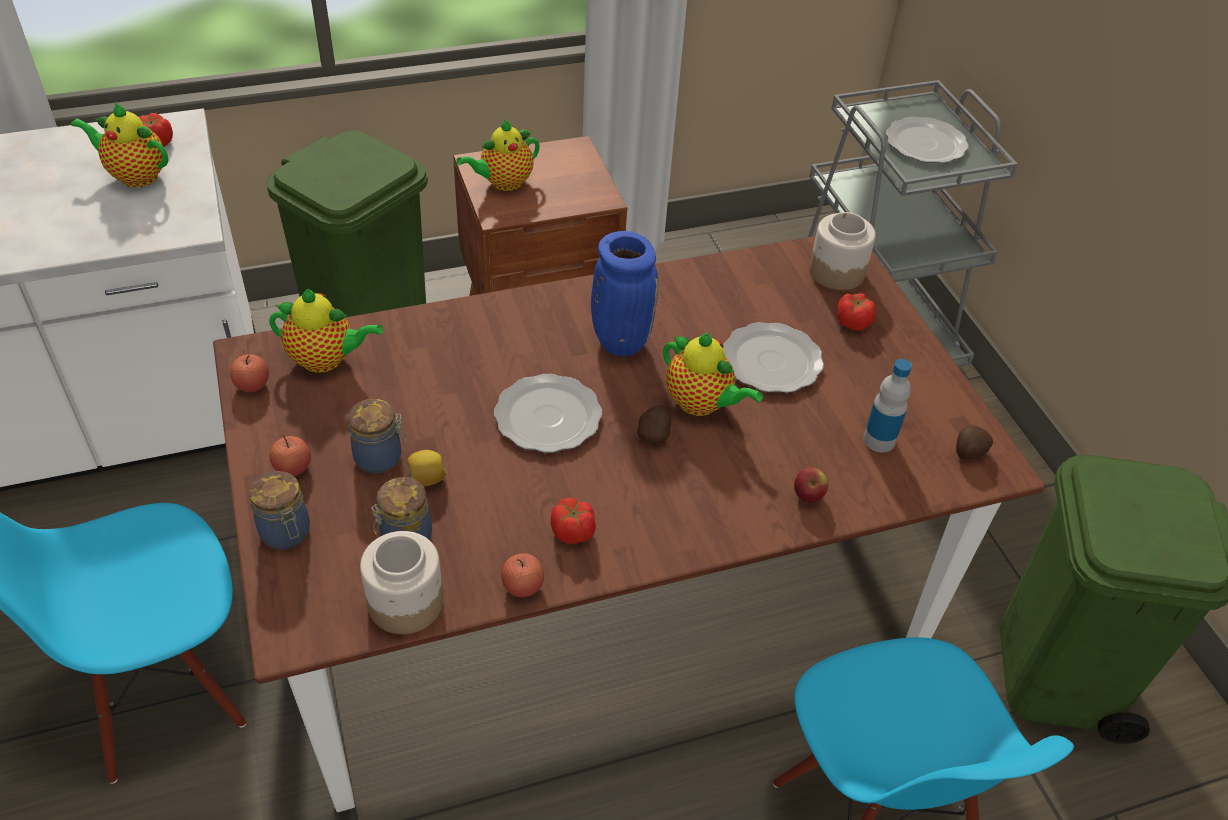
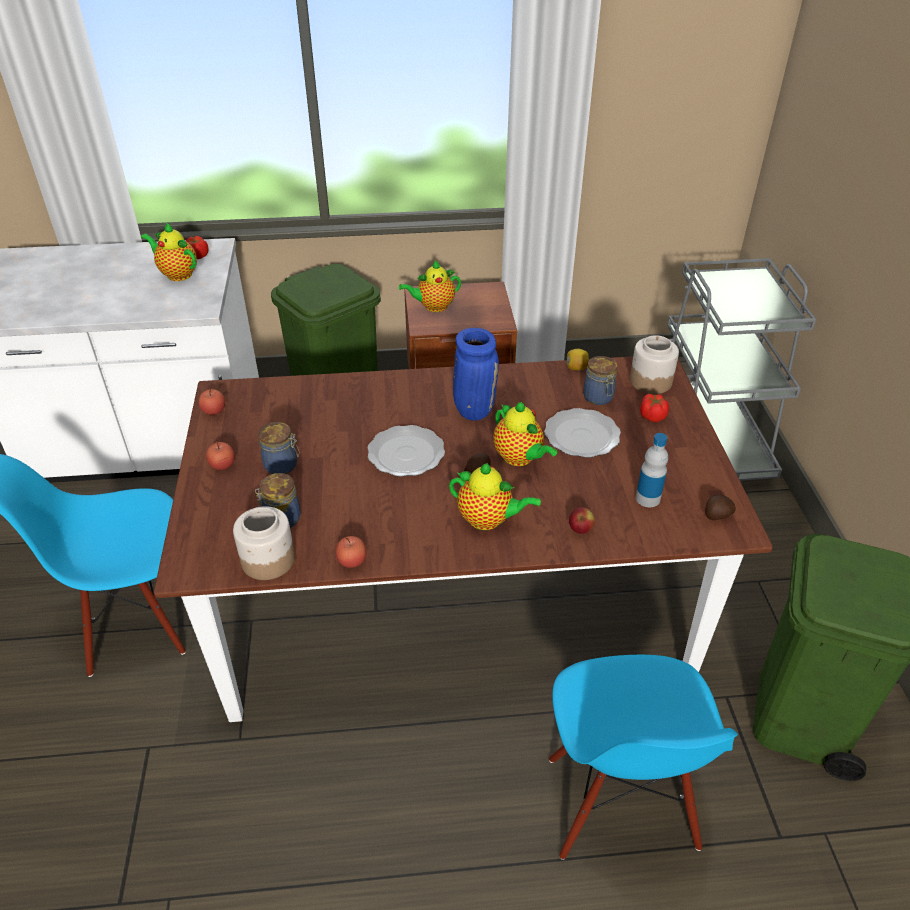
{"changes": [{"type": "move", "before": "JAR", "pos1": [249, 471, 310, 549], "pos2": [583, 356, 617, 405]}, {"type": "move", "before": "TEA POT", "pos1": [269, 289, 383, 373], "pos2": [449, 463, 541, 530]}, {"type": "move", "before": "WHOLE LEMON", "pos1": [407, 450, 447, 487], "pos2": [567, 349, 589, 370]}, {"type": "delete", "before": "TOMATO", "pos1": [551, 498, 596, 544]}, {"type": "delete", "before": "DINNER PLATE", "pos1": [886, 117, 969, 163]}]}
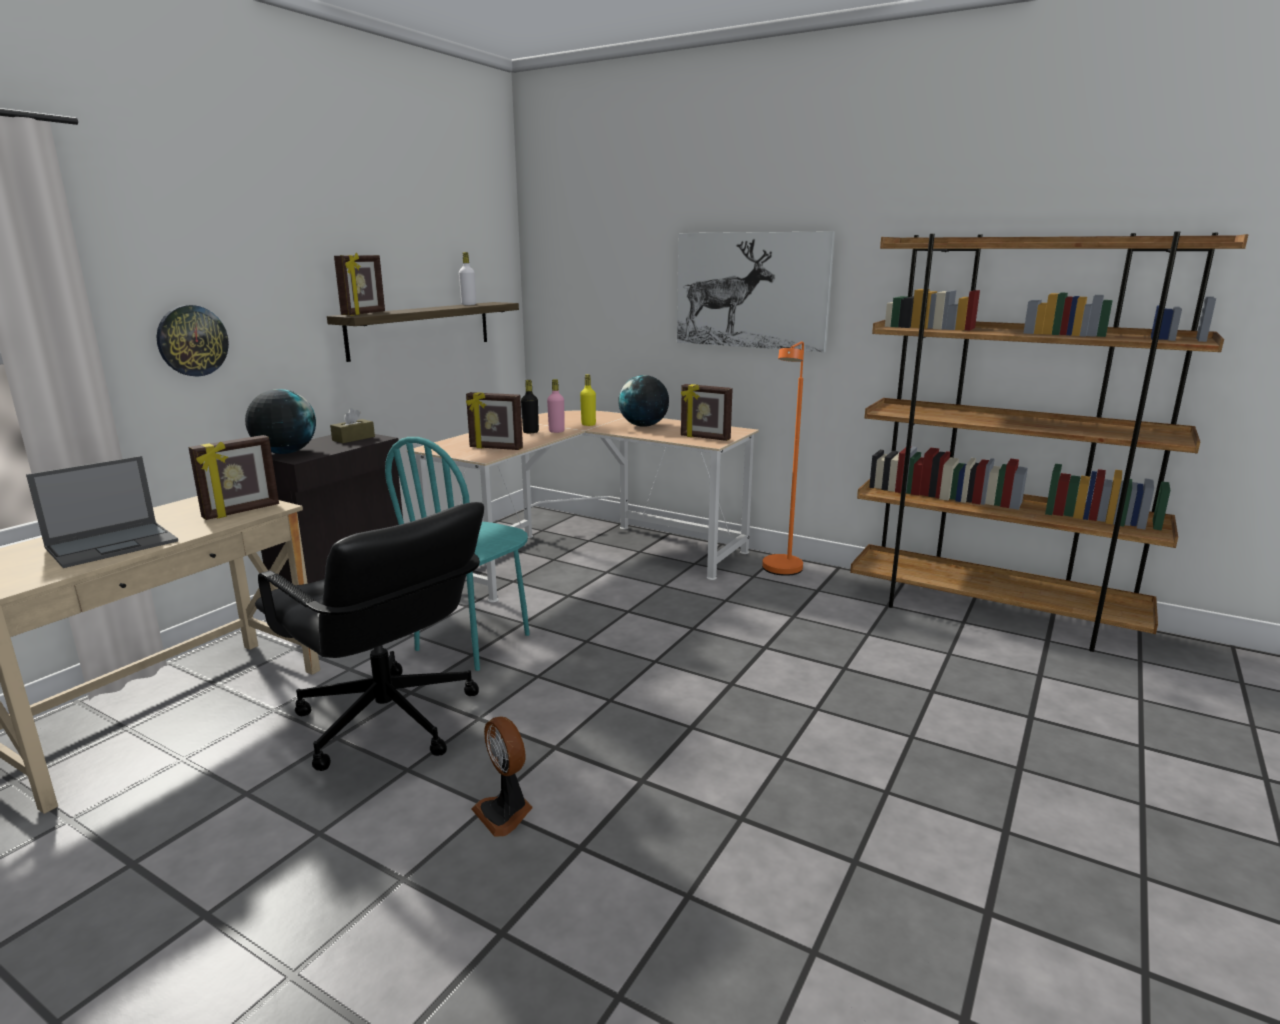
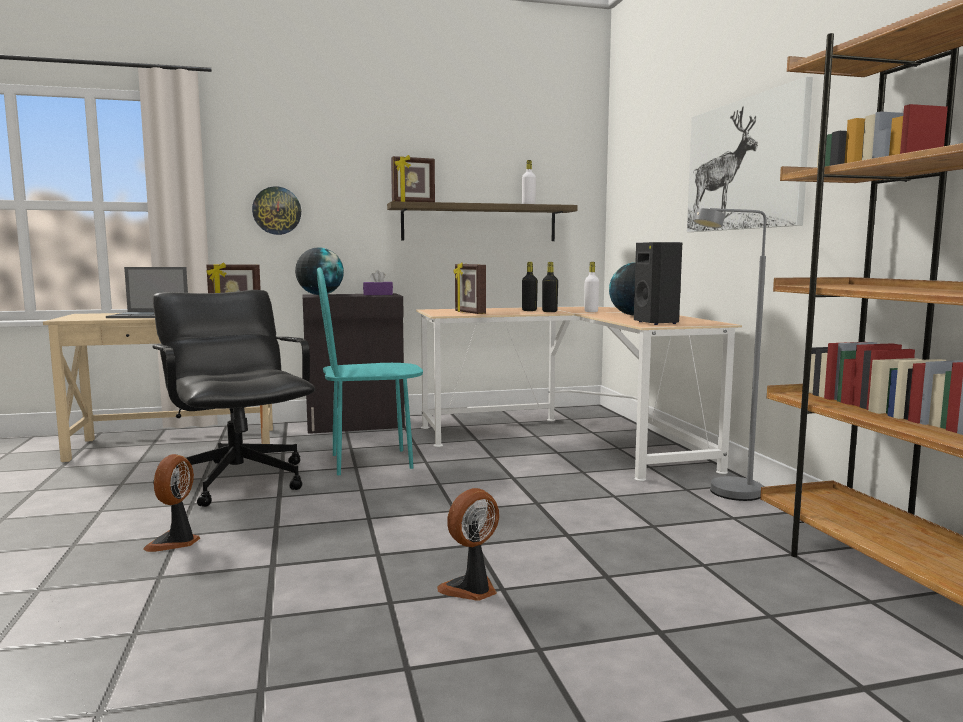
{"changes": [{"type": "rotate", "before": "BLACK OFFICE CHAIR", "pos1": [255, 502, 484, 771], "pos2": [152, 290, 315, 507], "turn": 150}, {"type": "recolor", "before": "BROWNISH TISSUE BOX", "after": "PURPLISH TISSUE BOX", "pos1": [330, 408, 375, 443], "pos2": [363, 270, 393, 295]}, {"type": "recolor", "before": "PINKISH BOTTLE", "after": "BLACK BOTTLE", "pos1": [547, 379, 565, 433], "pos2": [542, 262, 558, 312]}, {"type": "recolor", "before": "YELLOWISH BOTTLE", "after": "WHITE-COLOURED BOTTLE", "pos1": [580, 374, 596, 426], "pos2": [584, 262, 599, 312]}, {"type": "replace", "before": "PHOTO FRAME", "after": "BLACK LOUDSPEAKER", "pos1": [681, 384, 733, 441], "pos2": [634, 242, 682, 325]}, {"type": "recolor", "before": "ORANGE STANDING LAMP", "after": "GREYISH STANDING LAMP", "pos1": [762, 341, 804, 576], "pos2": [693, 208, 766, 501]}, {"type": "insert", "after": "COOLING FAN", "pos2": [437, 488, 499, 601]}]}
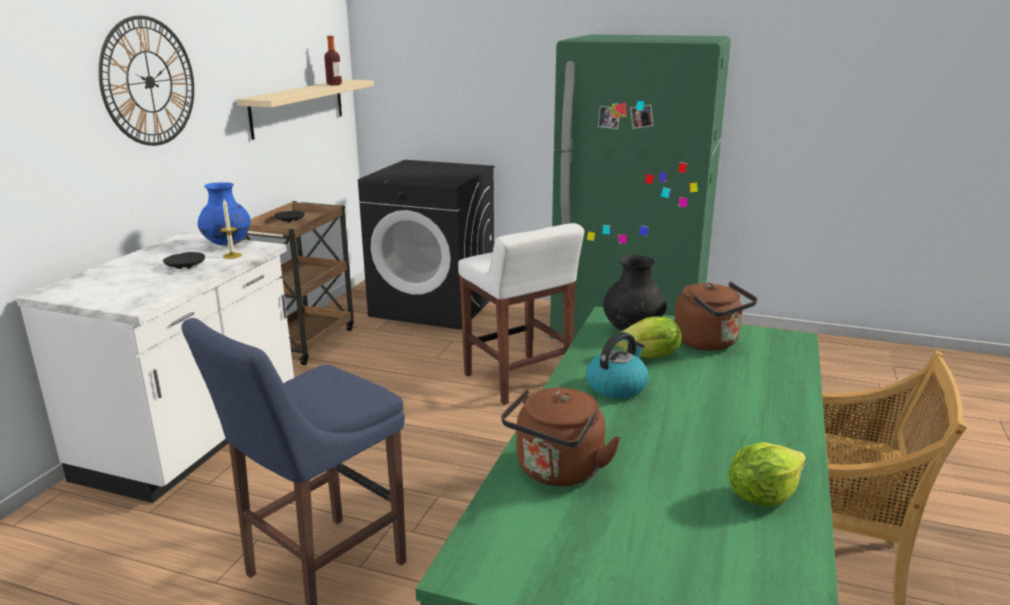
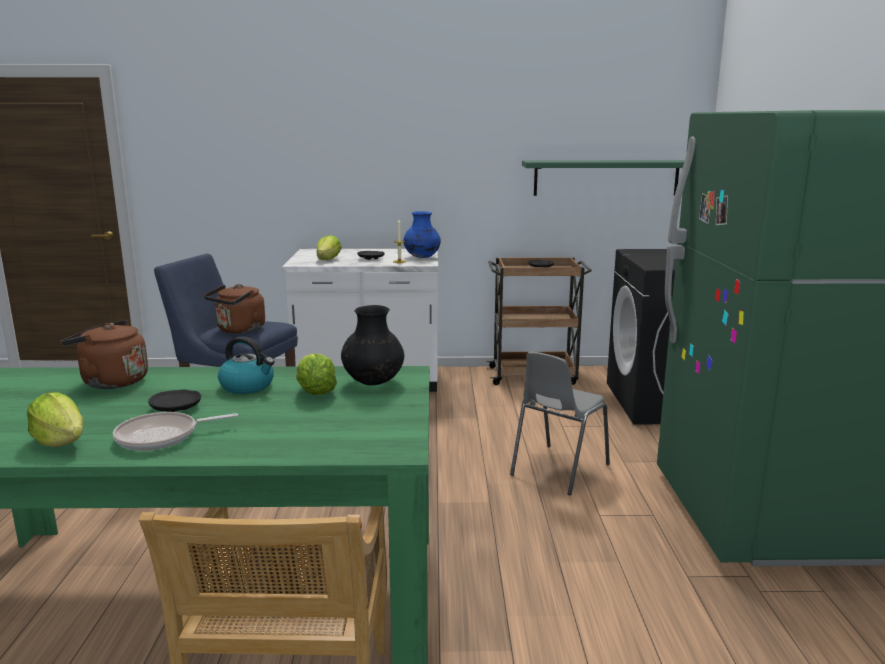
{"changes": [{"type": "delete", "before": "WALL CLOCK", "pos1": [98, 15, 194, 146]}, {"type": "recolor", "before": "SAND-COLOURED SHELF", "after": "GREEN SHELF", "pos1": [236, 79, 374, 140], "pos2": [522, 160, 685, 196]}, {"type": "delete", "before": "BOTTLE", "pos1": [324, 36, 342, 85]}, {"type": "replace", "before": "WHITE-COLOURED STOOL SEAT", "after": "GREYISH PLAIN CHAIR", "pos1": [458, 223, 584, 405], "pos2": [510, 352, 610, 495]}, {"type": "move", "before": "BROWNISH TEA KETTLE", "pos1": [674, 282, 757, 351], "pos2": [204, 284, 265, 334]}, {"type": "insert", "after": "PAN", "pos2": [113, 412, 238, 451]}, {"type": "insert", "after": "BLACK DINNER PLATE", "pos2": [148, 390, 201, 412]}, {"type": "insert", "after": "LETTUCE", "pos2": [317, 235, 341, 260]}]}
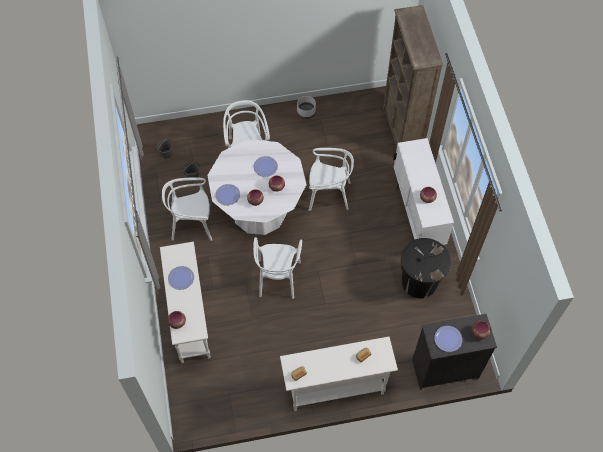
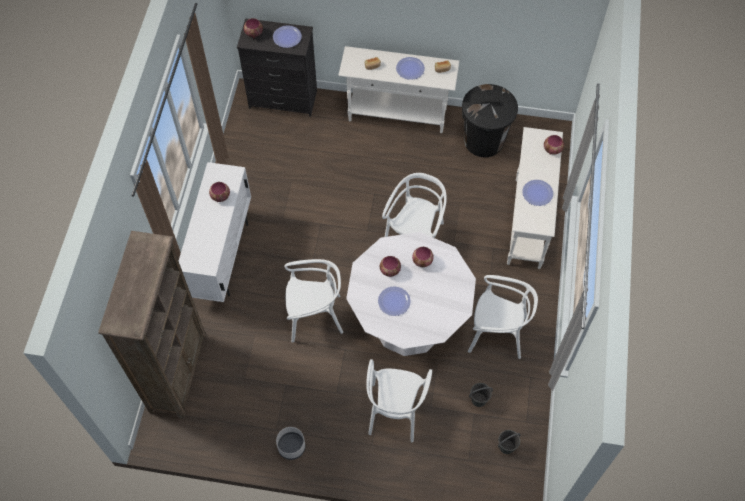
{"changes": [{"type": "move", "before": "DINNER PLATE", "pos1": [215, 184, 240, 205], "pos2": [396, 57, 425, 80]}, {"type": "rotate", "before": "WHITE-COLOURED PLAIN CHAIR", "pos1": [309, 148, 354, 211], "pos2": [284, 259, 343, 343], "turn": 150}, {"type": "move", "before": "BLACK RUBBISH BIN", "pos1": [401, 238, 451, 299], "pos2": [462, 84, 518, 157]}]}
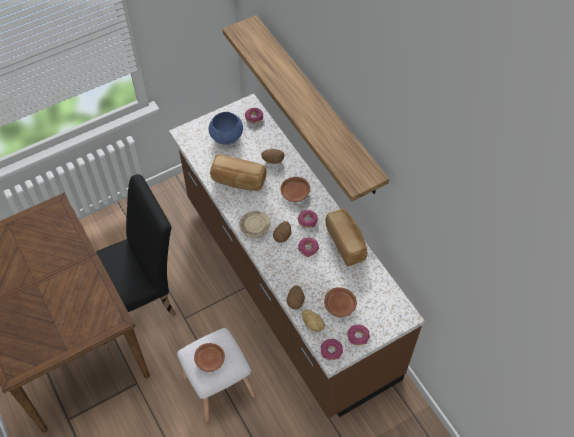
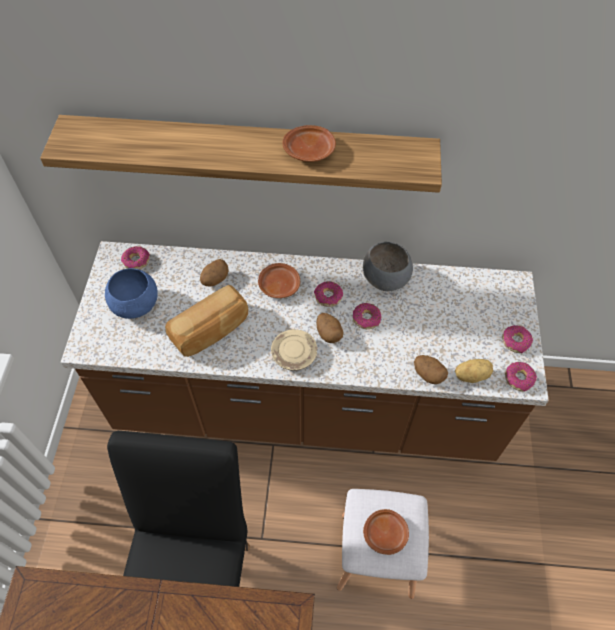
{"changes": [{"type": "move", "before": "BROWNISH DINNER PLATE", "pos1": [324, 287, 357, 317], "pos2": [283, 125, 336, 162]}, {"type": "replace", "before": "BAKERY BREAD", "after": "GREYISH DEEP DISH", "pos1": [325, 209, 367, 266], "pos2": [363, 242, 413, 291]}]}
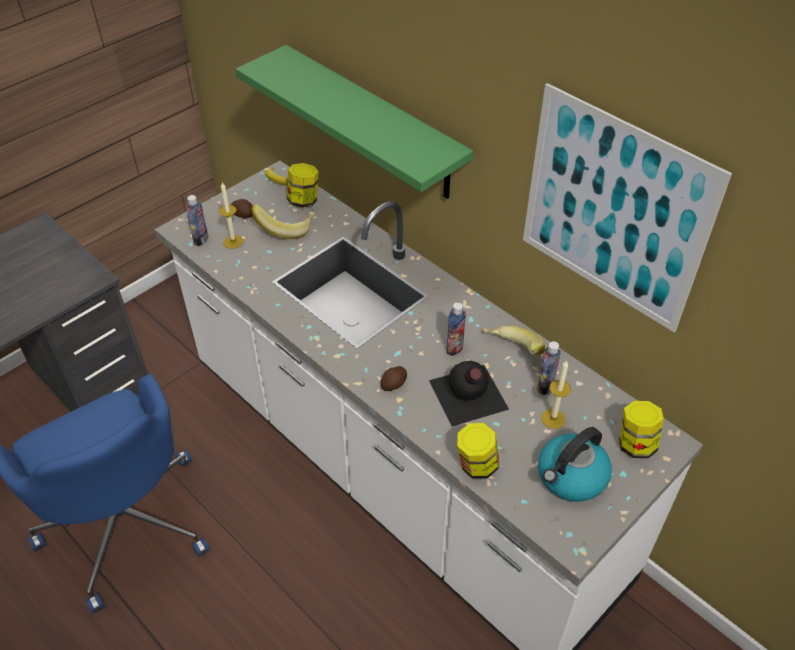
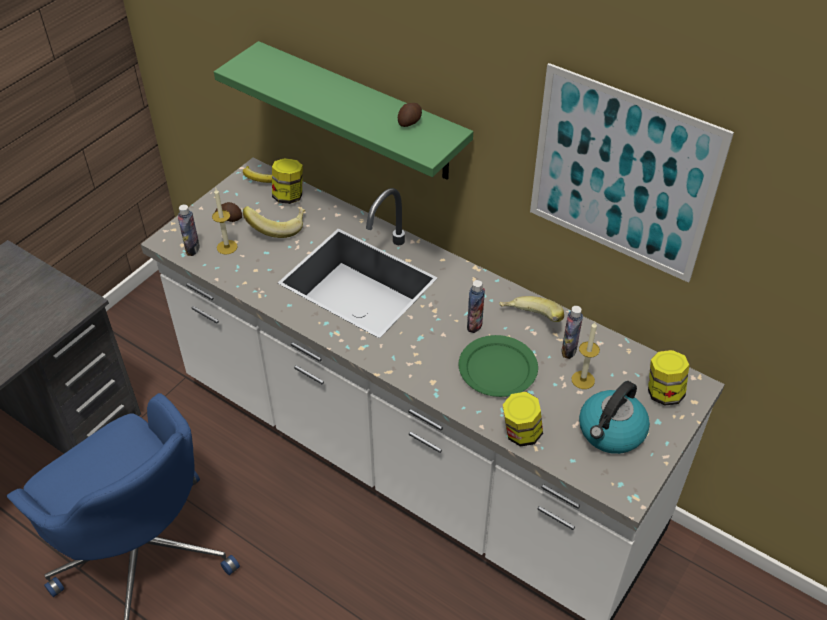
{"changes": [{"type": "move", "before": "POTATO", "pos1": [381, 366, 407, 391], "pos2": [398, 103, 422, 127]}, {"type": "replace", "before": "BLACK BOTTLE", "after": "GREEN DINNER PLATE", "pos1": [429, 361, 509, 426], "pos2": [459, 335, 538, 397]}]}
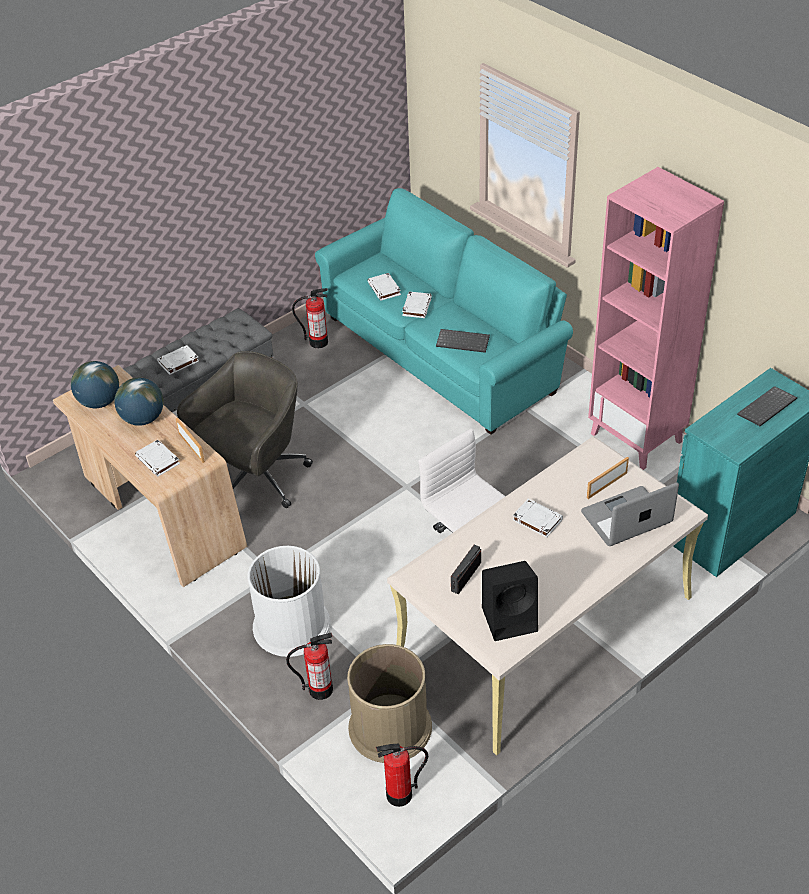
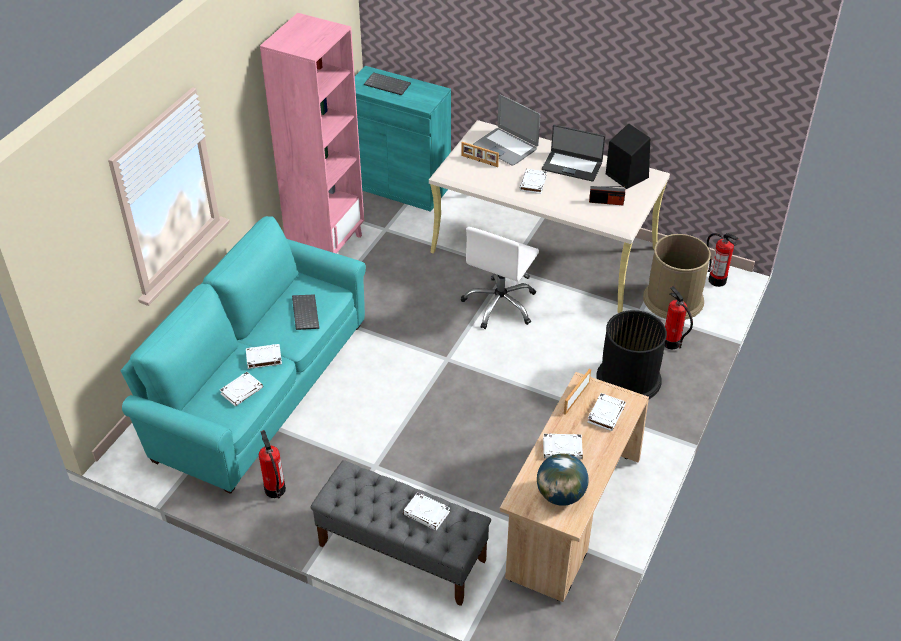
{"changes": [{"type": "replace", "before": "WORLD GLOBE", "after": "WHITE-COLOURED BOUND BOOK", "pos1": [114, 378, 163, 426], "pos2": [543, 433, 583, 459]}, {"type": "delete", "before": "GREYISH OFFICE CHAIR", "pos1": [177, 351, 313, 508]}, {"type": "recolor", "before": "WHITE-COLOURED RUBBISH BIN", "after": "BLACK RUBBISH BIN", "pos1": [247, 546, 331, 657], "pos2": [596, 310, 667, 399]}, {"type": "insert", "after": "NOTEBOOK COMPUTER", "pos2": [542, 125, 605, 182]}]}
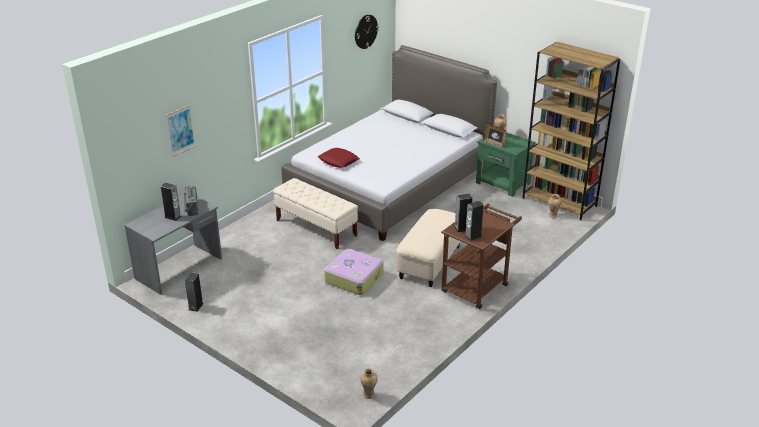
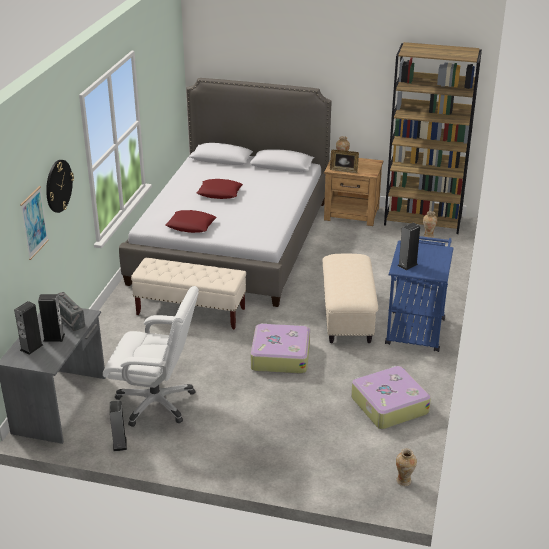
{"changes": [{"type": "move", "before": "WALL CLOCK", "pos1": [355, 15, 379, 49], "pos2": [46, 160, 74, 213]}, {"type": "recolor", "before": "BROWNISH CART", "after": "BLUE CART", "pos1": [441, 204, 522, 309], "pos2": [385, 236, 454, 352]}, {"type": "move", "before": "LOUDSPEAKER", "pos1": [464, 200, 484, 241], "pos2": [14, 301, 43, 355]}, {"type": "recolor", "before": "GREEN NIGHT TABLE", "after": "BROWNISH NIGHT TABLE", "pos1": [476, 132, 536, 197], "pos2": [324, 158, 383, 226]}, {"type": "insert", "after": "WHITE-COLOURED OFFICE CHAIR", "pos2": [103, 286, 199, 427]}, {"type": "insert", "after": "RED THROW PILLOW", "pos2": [197, 179, 243, 199]}, {"type": "insert", "after": "PIECE OF LUGGAGE", "pos2": [351, 366, 431, 429]}]}
